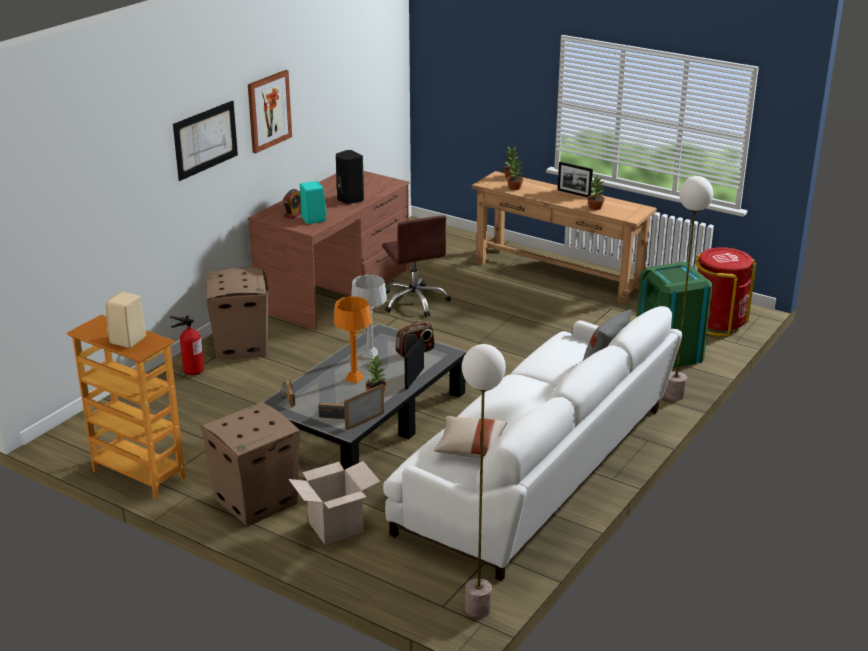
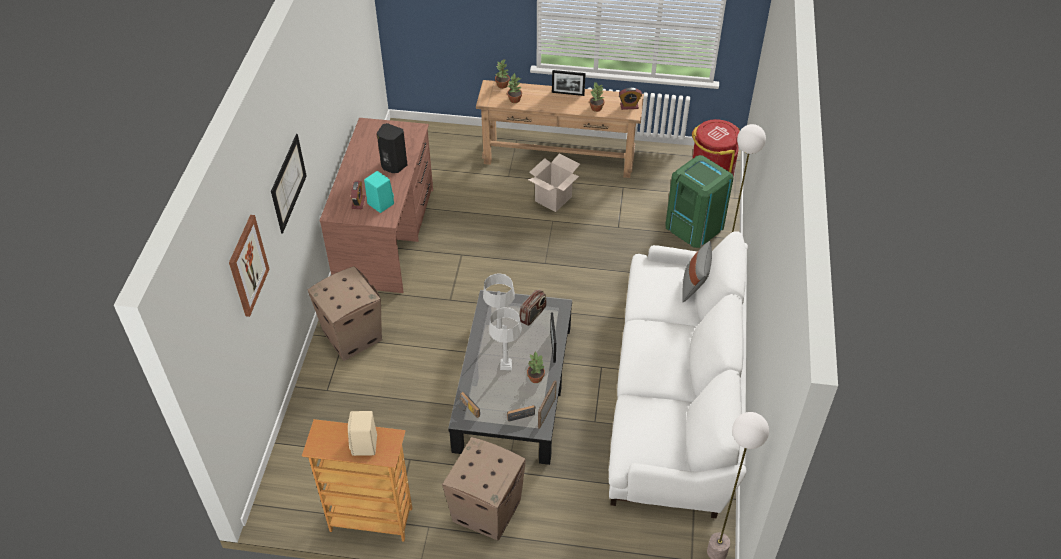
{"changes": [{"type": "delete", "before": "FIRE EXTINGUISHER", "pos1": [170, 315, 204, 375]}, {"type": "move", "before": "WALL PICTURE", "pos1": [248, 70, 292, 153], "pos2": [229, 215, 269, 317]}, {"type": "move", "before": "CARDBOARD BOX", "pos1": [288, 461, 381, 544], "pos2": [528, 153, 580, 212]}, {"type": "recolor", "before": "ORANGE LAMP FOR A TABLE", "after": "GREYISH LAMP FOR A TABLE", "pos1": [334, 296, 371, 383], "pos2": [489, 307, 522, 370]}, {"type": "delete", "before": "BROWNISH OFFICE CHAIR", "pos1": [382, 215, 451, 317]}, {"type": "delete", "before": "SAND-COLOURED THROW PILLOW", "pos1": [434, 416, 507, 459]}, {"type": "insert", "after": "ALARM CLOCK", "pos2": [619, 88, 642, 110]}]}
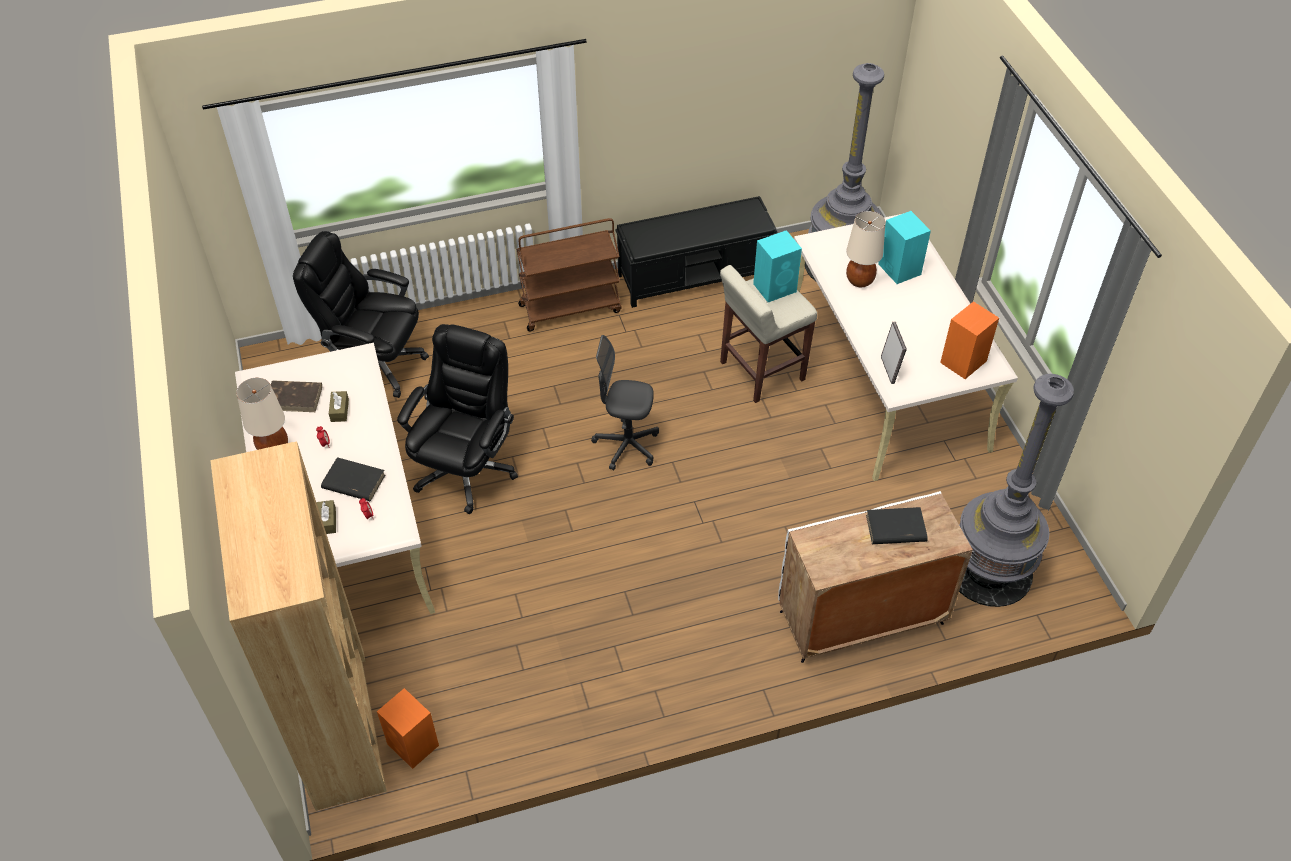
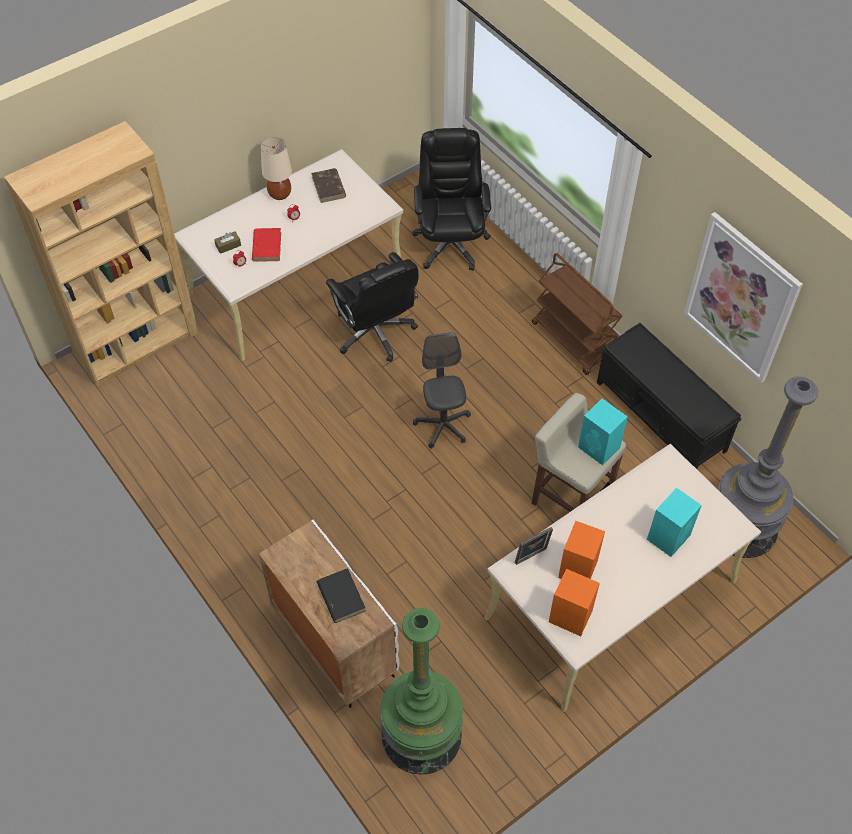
{"changes": [{"type": "recolor", "before": "BLACK BOUND BOOK", "after": "RED BOUND BOOK", "pos1": [321, 457, 385, 501], "pos2": [252, 228, 281, 262]}, {"type": "delete", "before": "BROWNISH TISSUE BOX", "pos1": [329, 391, 349, 422]}, {"type": "move", "before": "ORANGE LOUDSPEAKER", "pos1": [377, 688, 439, 769], "pos2": [558, 521, 605, 579]}, {"type": "rotate", "before": "BLACK OFFICE CHAIR", "pos1": [397, 324, 518, 514], "pos2": [326, 252, 418, 362], "turn": 60}, {"type": "delete", "before": "SAND-COLOURED LAMP FOR A TABLE", "pos1": [846, 211, 886, 287]}, {"type": "recolor", "before": "GREYISH STANDING LAMP", "after": "GREEN STANDING LAMP", "pos1": [959, 374, 1074, 607], "pos2": [380, 608, 463, 775]}, {"type": "insert", "after": "WALL PICTURE", "pos2": [684, 212, 803, 383]}]}
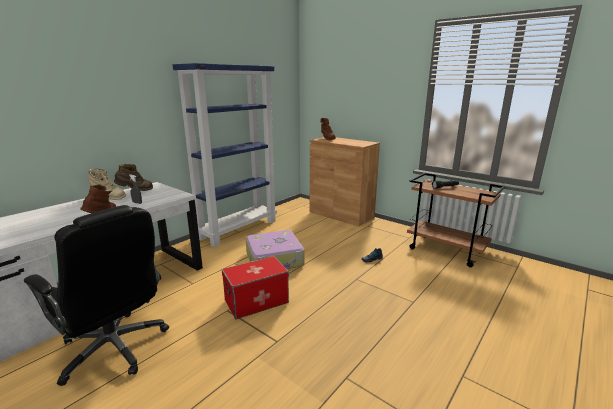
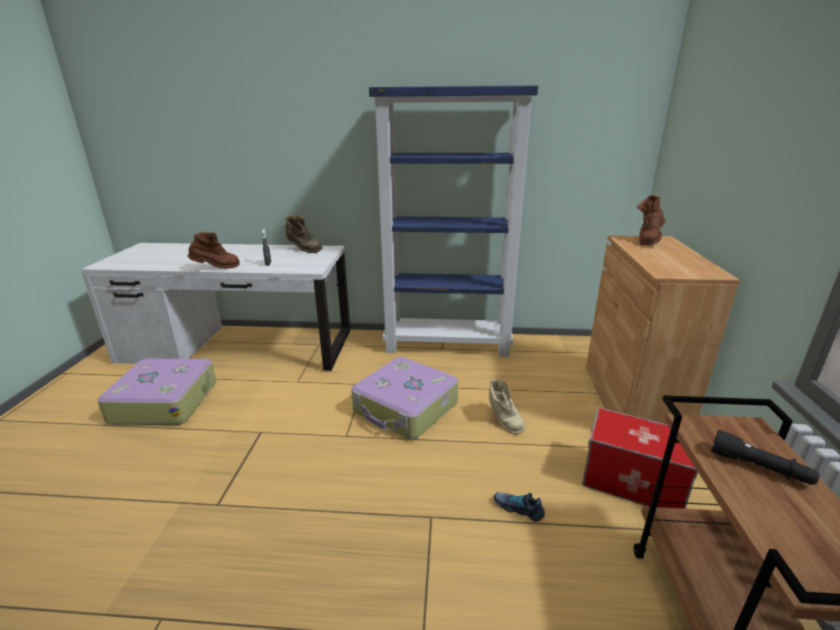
{"changes": [{"type": "replace", "before": "BLACK OFFICE CHAIR", "after": "PIECE OF LUGGAGE", "pos1": [24, 205, 169, 386], "pos2": [98, 358, 216, 425]}, {"type": "move", "before": "SAND-COLOURED TALL BOOT", "pos1": [88, 169, 126, 200], "pos2": [489, 379, 525, 434]}, {"type": "move", "before": "STORAGE BIN", "pos1": [222, 256, 289, 319], "pos2": [582, 407, 698, 509]}]}
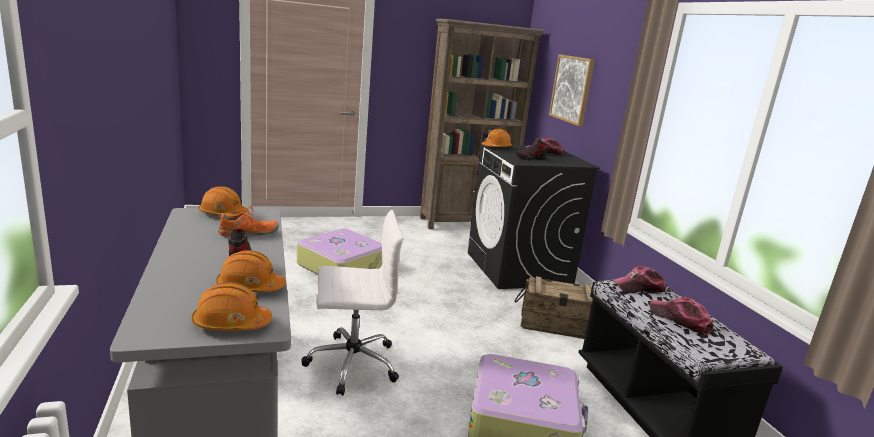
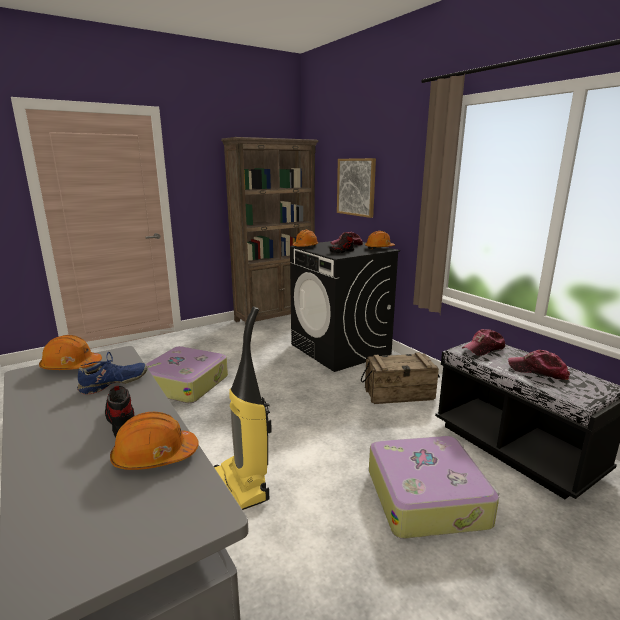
{"changes": [{"type": "move", "before": "ORANGE WORK HELMET", "pos1": [192, 282, 272, 331], "pos2": [365, 231, 395, 249]}, {"type": "recolor", "before": "ORANGE SHOE", "after": "BLUE SHOE", "pos1": [218, 206, 279, 237], "pos2": [77, 352, 148, 395]}, {"type": "replace", "before": "WHITE-COLOURED OFFICE CHAIR", "after": "VACUUM CLEANER", "pos1": [301, 210, 403, 396], "pos2": [213, 306, 272, 510]}]}
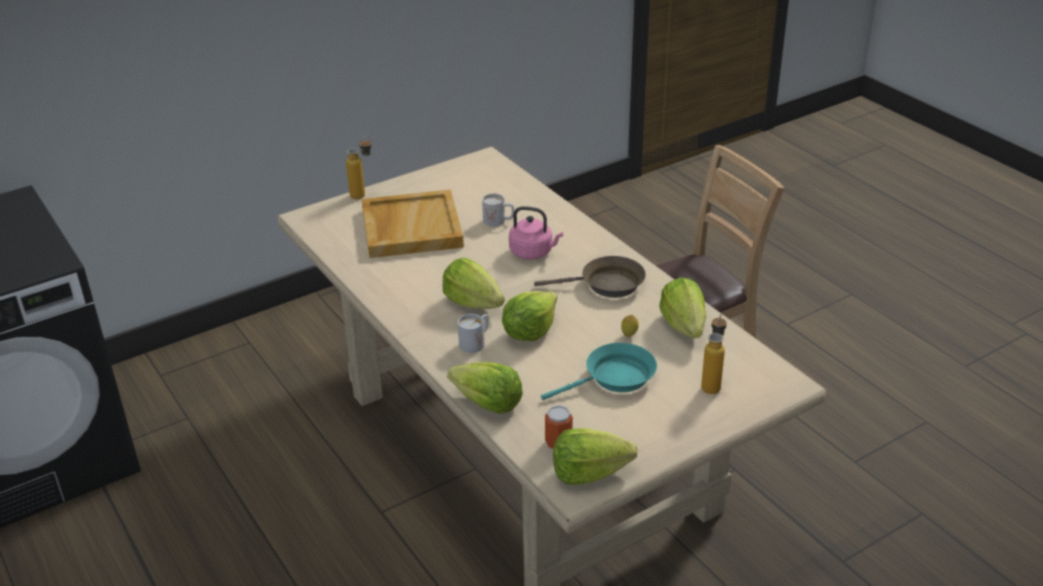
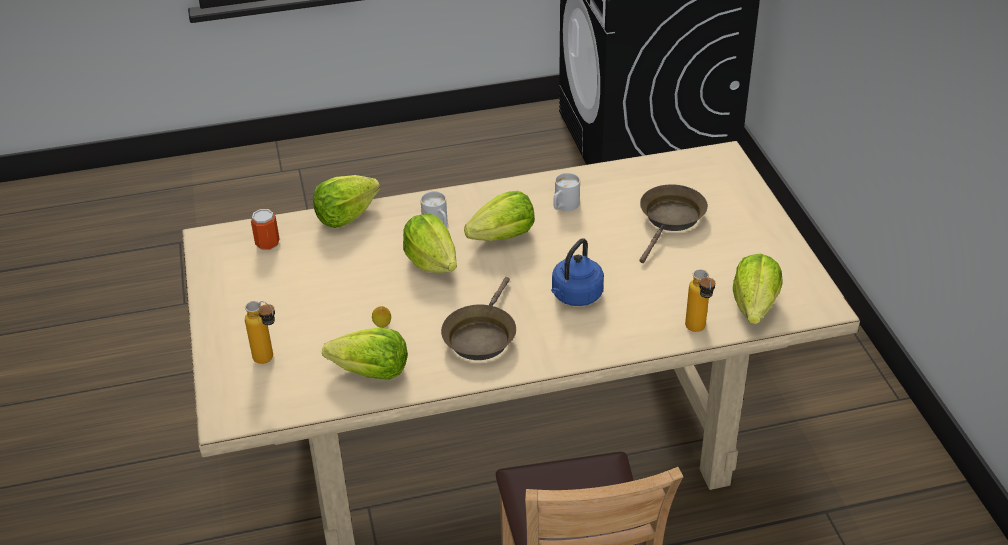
{"changes": [{"type": "move", "before": "BOTTLE", "pos1": [346, 137, 372, 199], "pos2": [685, 270, 715, 332]}, {"type": "replace", "before": "SAND-COLOURED TRAY", "after": "BROWNISH PAN", "pos1": [362, 190, 464, 258], "pos2": [640, 184, 708, 263]}, {"type": "move", "before": "WHITE-COLOURED COFFEE MUG", "pos1": [482, 193, 514, 227], "pos2": [553, 173, 580, 211]}, {"type": "recolor", "before": "PINKISH TEA KETTLE", "after": "BLUE TEA KETTLE", "pos1": [509, 206, 563, 260], "pos2": [551, 238, 604, 306]}, {"type": "delete", "before": "TURQUOISE PAN", "pos1": [541, 343, 657, 400]}, {"type": "move", "before": "LETTUCE", "pos1": [553, 428, 638, 485], "pos2": [733, 254, 783, 324]}]}
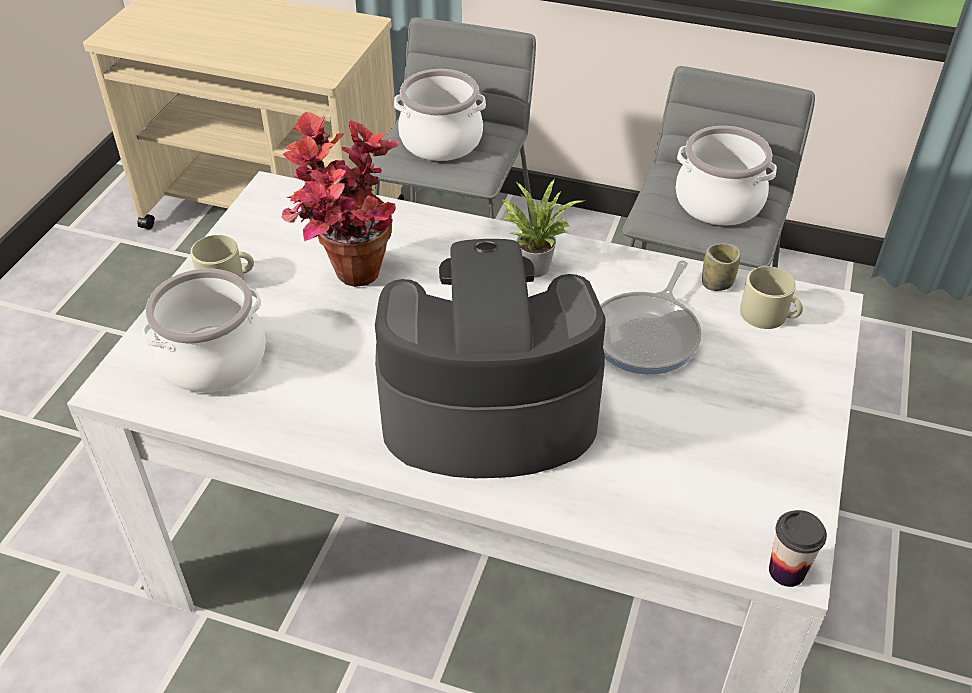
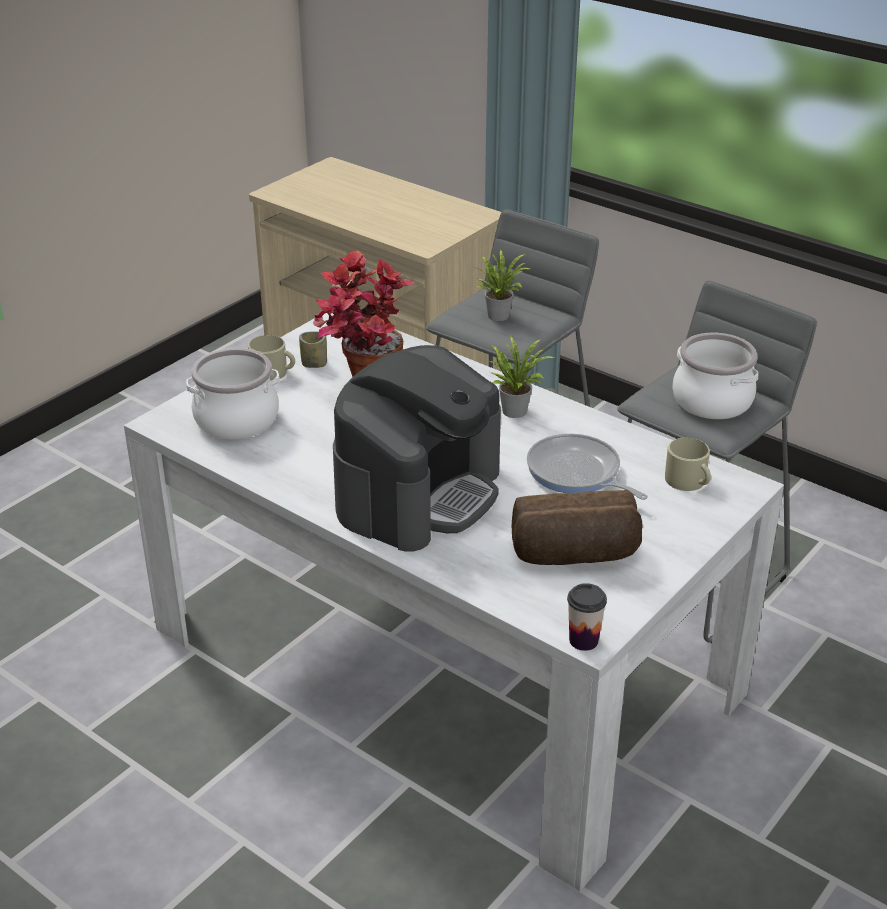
{"changes": [{"type": "rotate", "before": "COFFEE MACHINE", "pos1": [375, 239, 606, 478], "pos2": [333, 345, 501, 552], "turn": 105}, {"type": "replace", "before": "SAUCEPOT", "after": "POTTED PLANT", "pos1": [394, 69, 486, 161], "pos2": [473, 249, 530, 321]}, {"type": "rotate", "before": "PAN", "pos1": [600, 260, 702, 375], "pos2": [527, 434, 648, 500], "turn": 90}, {"type": "move", "before": "DRINKING CUP", "pos1": [702, 243, 741, 291], "pos2": [299, 331, 327, 368]}, {"type": "insert", "after": "BAKERY BREAD", "pos2": [512, 490, 643, 565]}]}
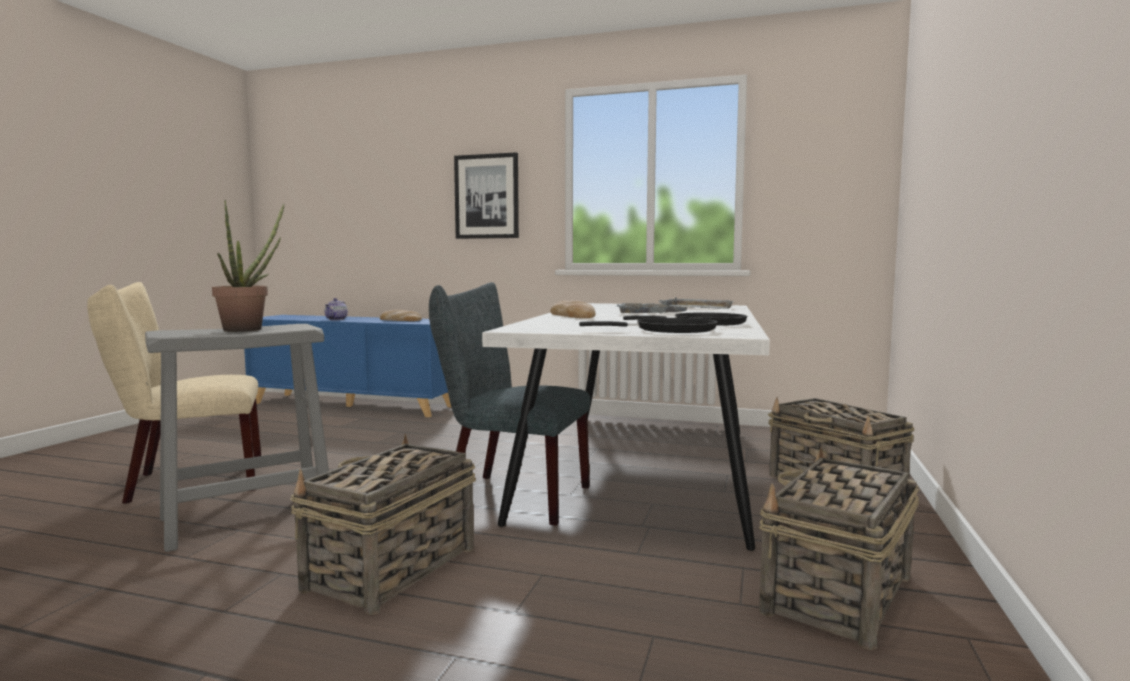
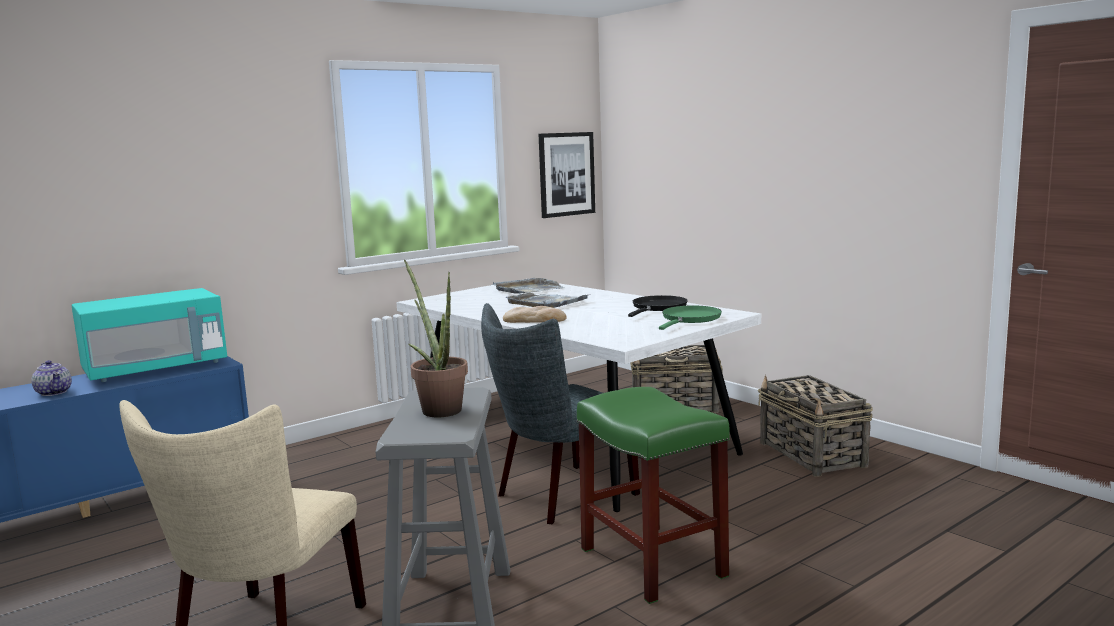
{"changes": [{"type": "replace", "before": "BASKET", "after": "GREEN STOOL SEAT", "pos1": [290, 434, 476, 615], "pos2": [577, 387, 730, 604]}, {"type": "replace", "before": "BAKERY BREAD", "after": "TURQUOISE MICROWAVE OVEN", "pos1": [380, 310, 422, 321], "pos2": [72, 288, 227, 382]}, {"type": "move", "before": "WALL PICTURE", "pos1": [454, 152, 519, 239], "pos2": [538, 132, 595, 218]}, {"type": "recolor", "before": "BLACK PAN", "after": "GREEN PAN", "pos1": [579, 318, 717, 333], "pos2": [659, 305, 722, 330]}]}
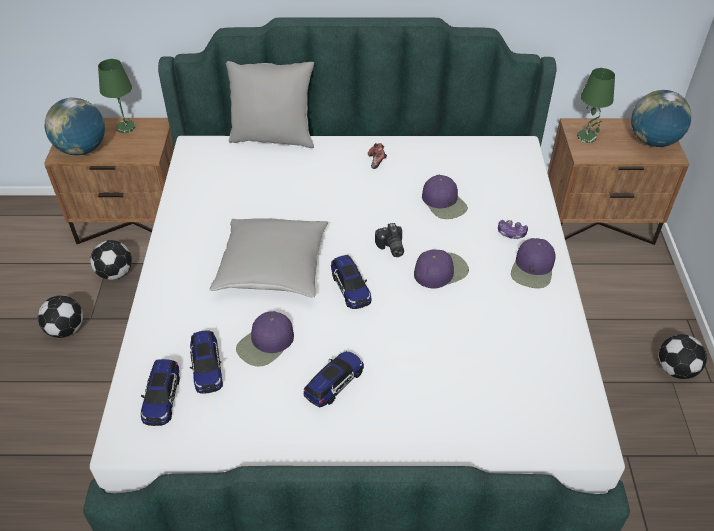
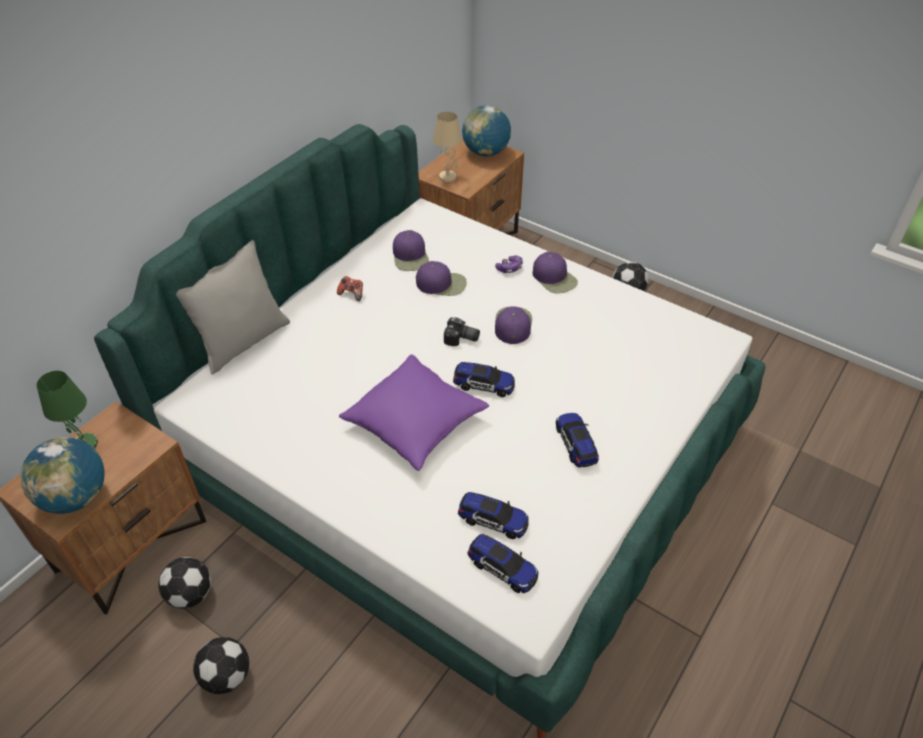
{"changes": [{"type": "recolor", "before": "GREYISH THROW PILLOW", "after": "PURPLISH THROW PILLOW", "pos1": [210, 218, 328, 297], "pos2": [339, 354, 489, 471]}, {"type": "move", "before": "PURPLISH CAP", "pos1": [236, 311, 294, 367], "pos2": [393, 230, 429, 271]}, {"type": "recolor", "before": "GREEN LAMP FOR A TABLE", "after": "SAND-COLOURED LAMP FOR A TABLE", "pos1": [577, 68, 615, 143], "pos2": [433, 111, 462, 182]}]}
